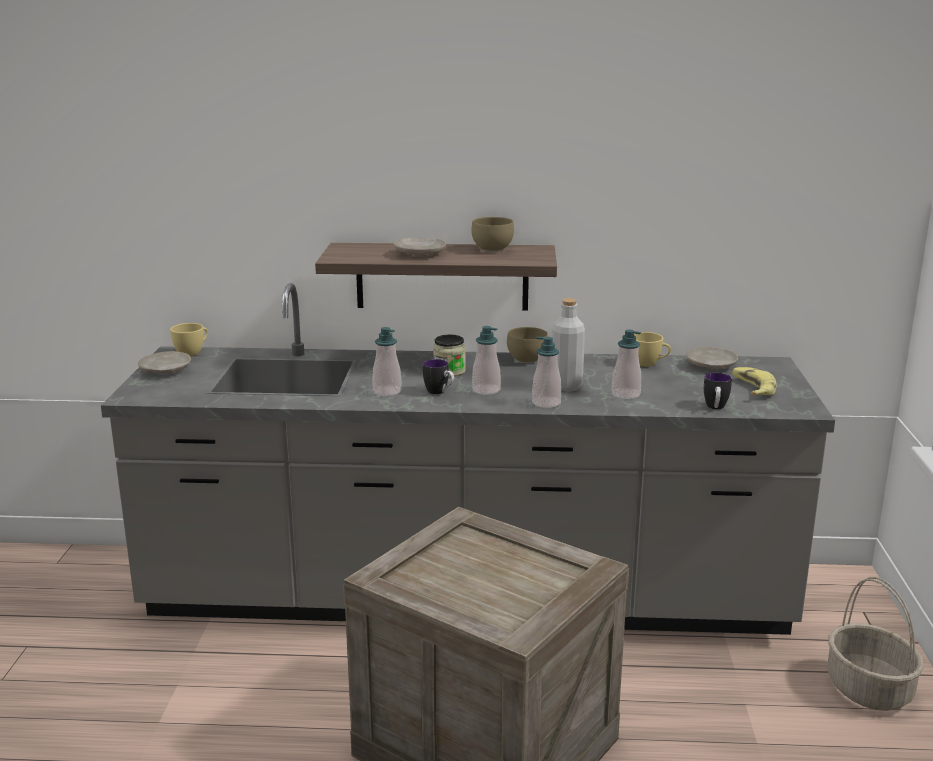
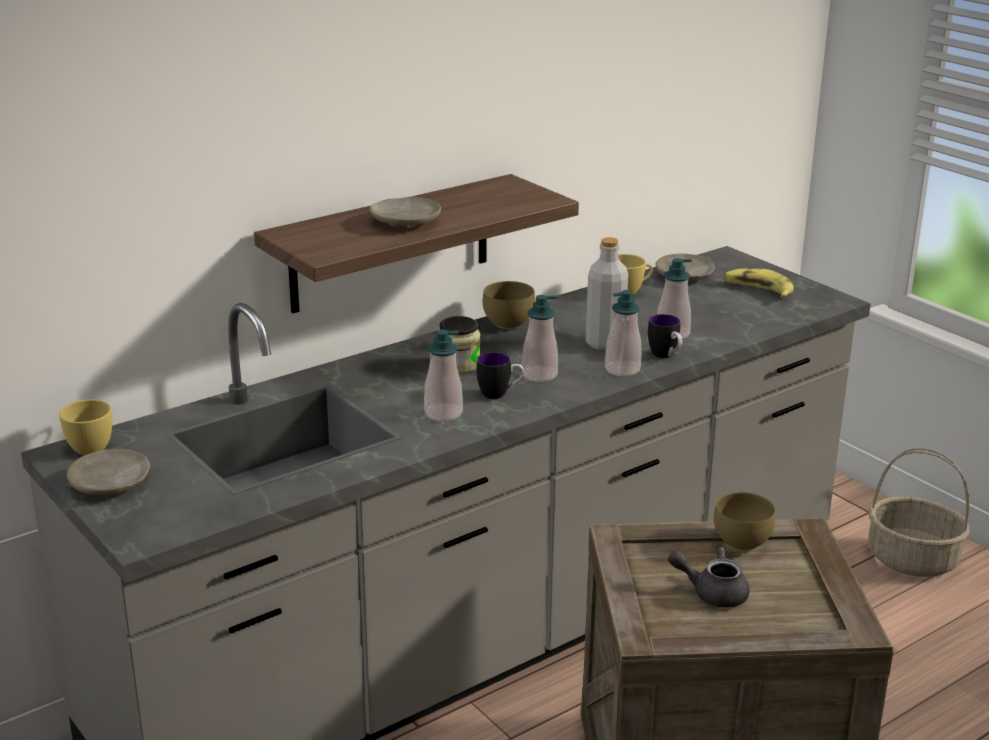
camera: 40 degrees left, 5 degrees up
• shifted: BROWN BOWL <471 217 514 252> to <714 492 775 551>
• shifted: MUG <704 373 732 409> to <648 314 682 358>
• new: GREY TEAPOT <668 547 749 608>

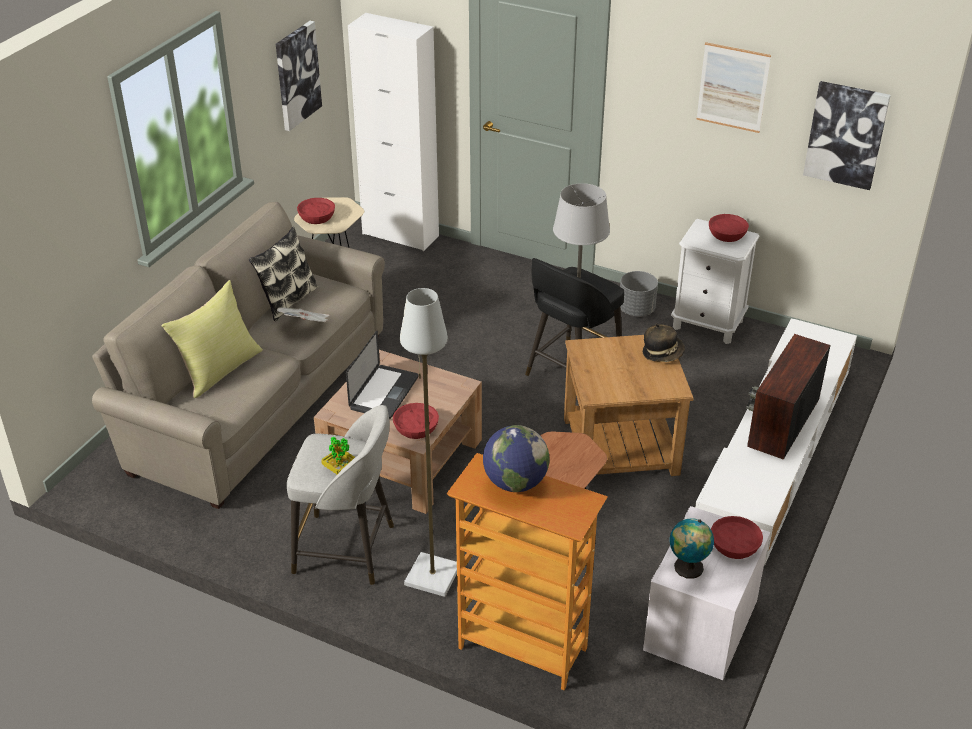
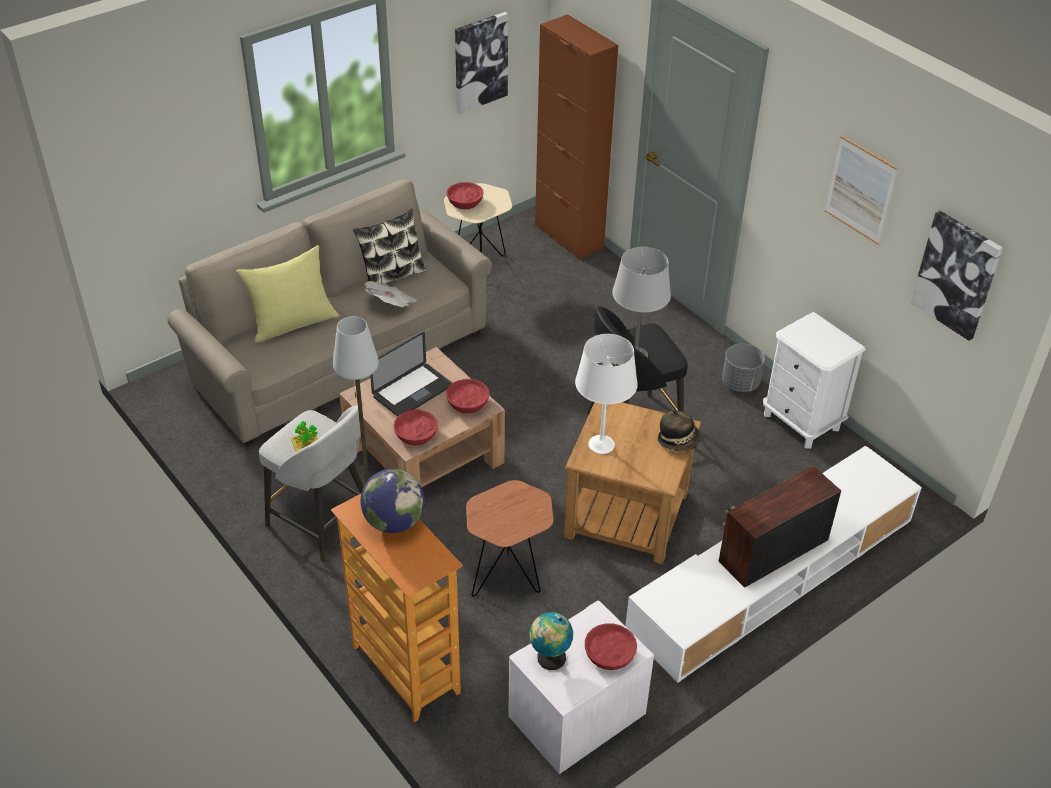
camera: 25 degrees right, 5 degrees up
• repainted: WHITE CABINET <348 13 439 251> to BROWN CABINET <535 14 618 260>
• shifted: RED BOWL <709 214 749 242> to <446 379 489 414>
• new: WHITE TABLE LAMP <575 334 638 454>

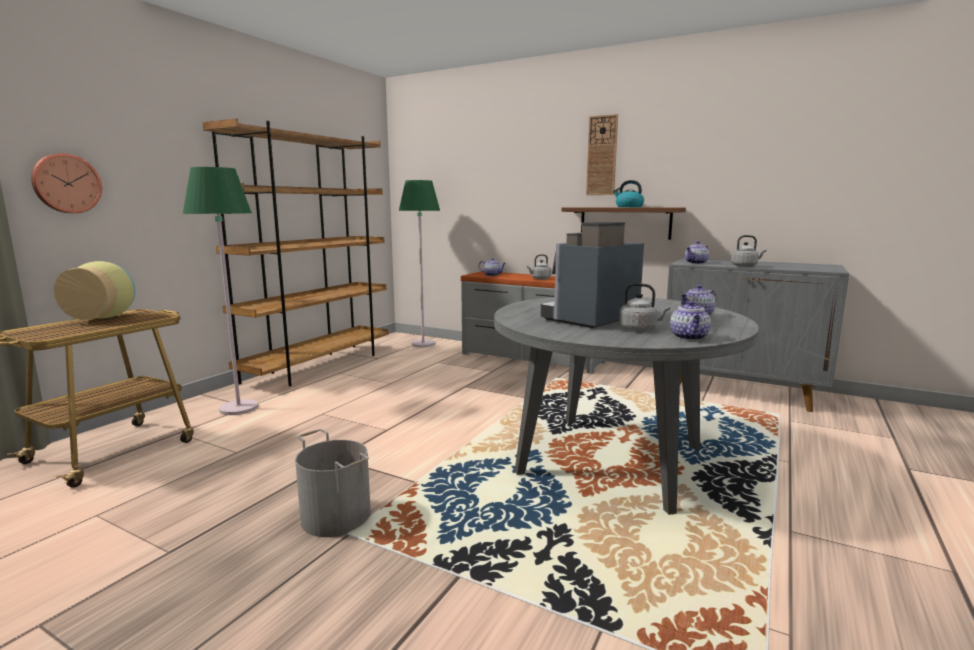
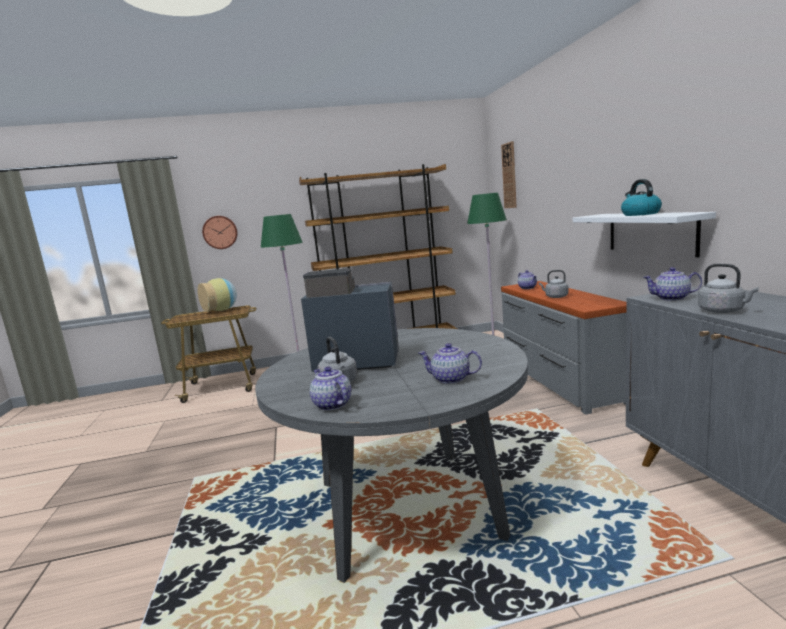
camera: 50 degrees right, 0 degrees up
• shifted: WALL CLOCK <586 114 618 195> to <501 141 517 208>
• repainted: BROWN SHELF <561 207 686 240> to WHITE SHELF <573 212 716 257>
• rotated: TEAPOT <670 301 711 340> = <310 367 351 411> 90 degrees clockwise
• gone: GREY BUCKET <295 429 371 537>

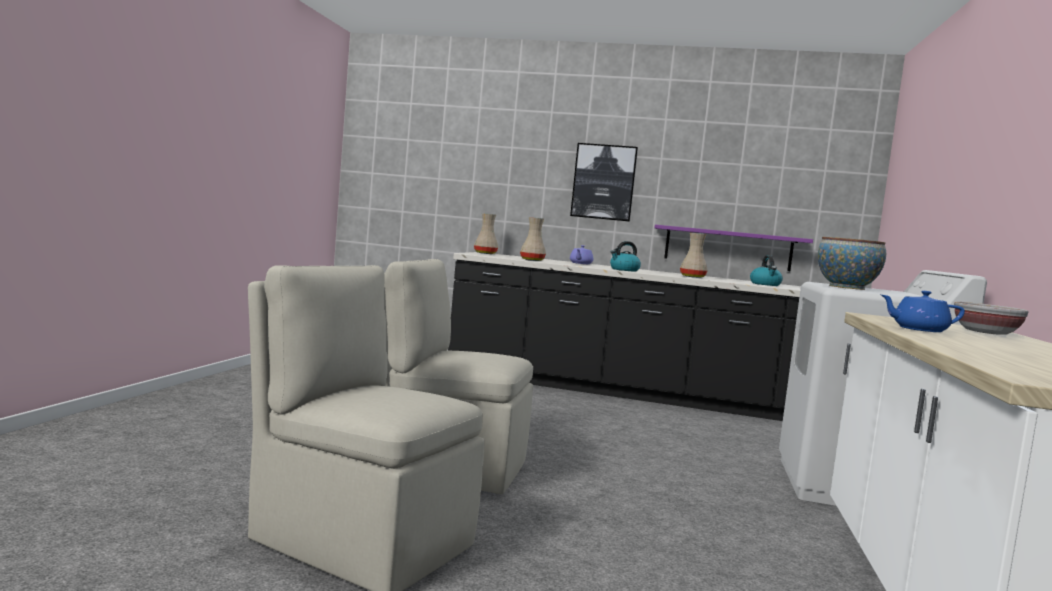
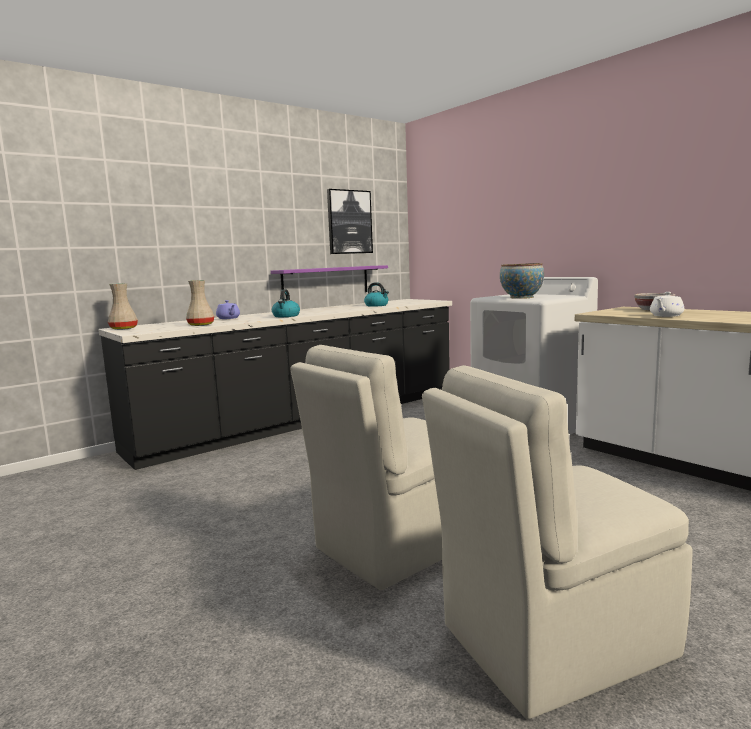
camera: 50 degrees left, 5 degrees up
• shifted: PICTURE <570 143 638 222> to <327 189 373 254>
• gone: BEIGE VASE <680 233 708 278>
• repainted: BLUE TEAPOT <881 291 965 332> to WHITE TEAPOT <650 292 684 317>

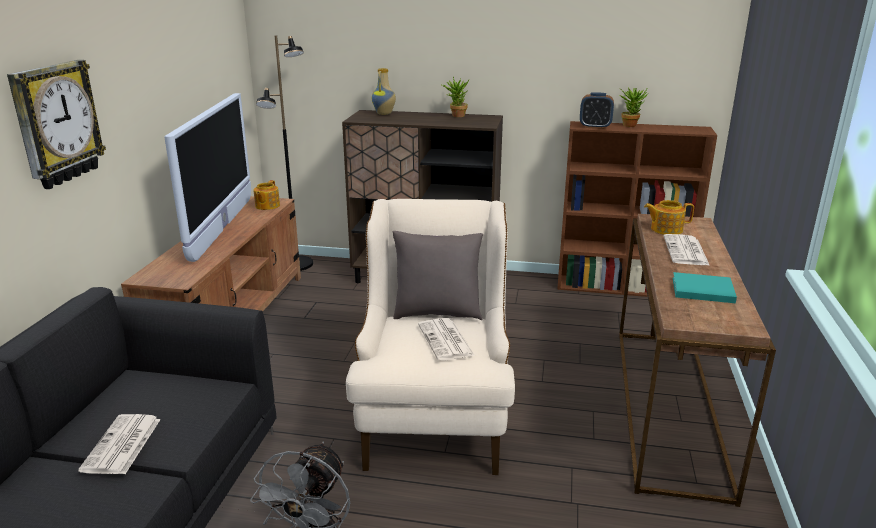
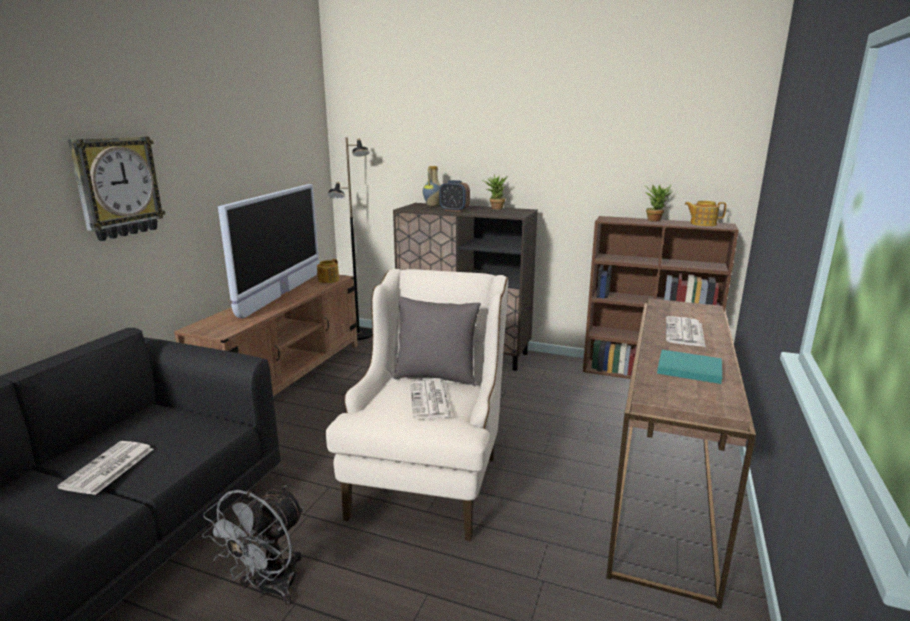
camera: 10 degrees right, 5 degrees down
• shifted: ALARM CLOCK <580 92 614 129> to <439 180 470 212>
• shifted: TEAPOT <644 200 694 235> to <685 201 726 226>

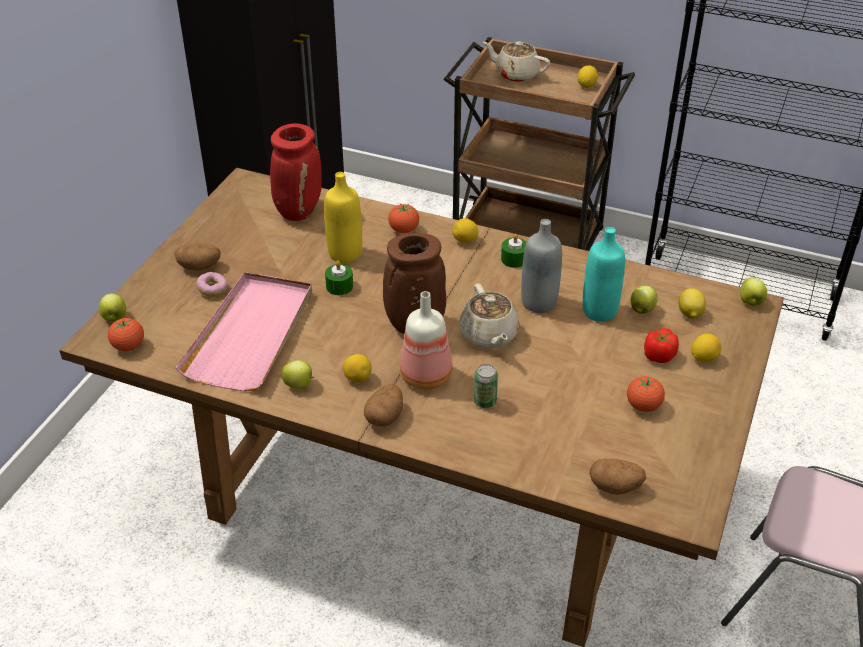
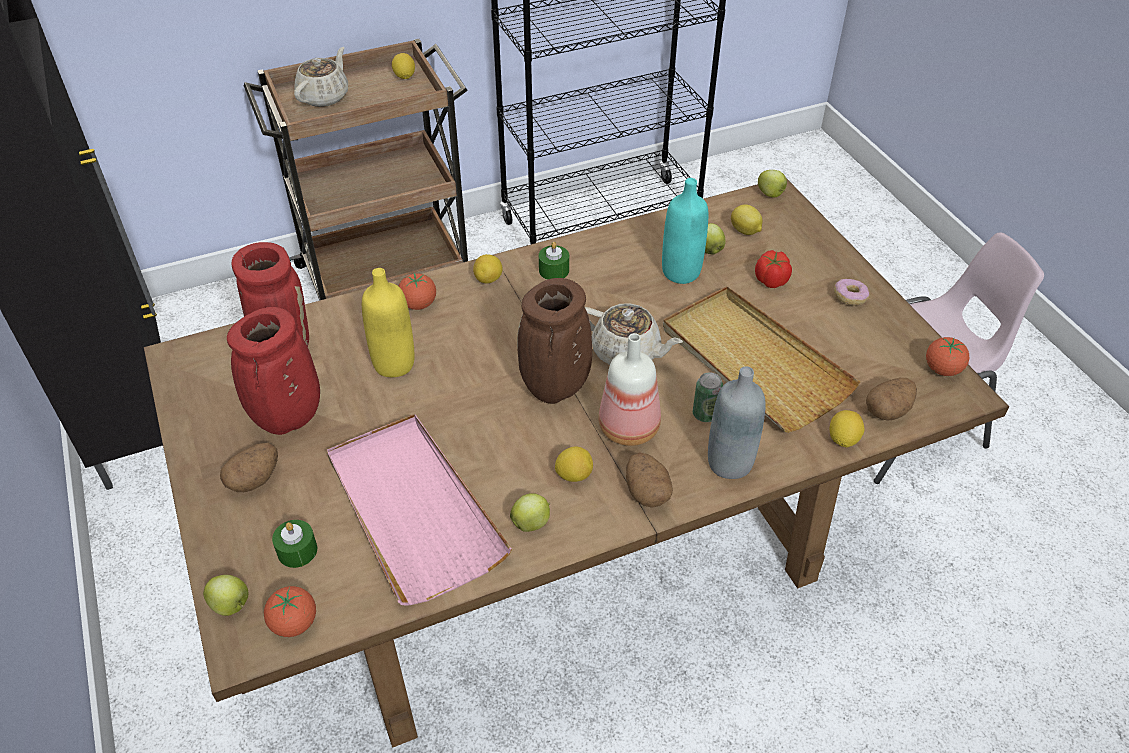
camera: 45 degrees left, 5 degrees up
• rotated: BEIGE TEAPOT <483 41 550 82> = <294 47 348 107> 135 degrees clockwise
• shifted: GREY BOTTLE <521 219 562 313> to <708 367 766 479>
• shifted: GREEN CANDLE <325 260 353 295> to <272 520 317 568>
• shifted: DONUT <196 272 228 297> to <834 279 870 305>
• shifted: LEMON <691 334 721 362> to <830 410 865 447>
• shifted: TOMATO <627 376 665 412> to <926 337 969 376>
• new: BEIGE TRAY <663 286 860 433>
• new: RED VASE <227 307 320 435>

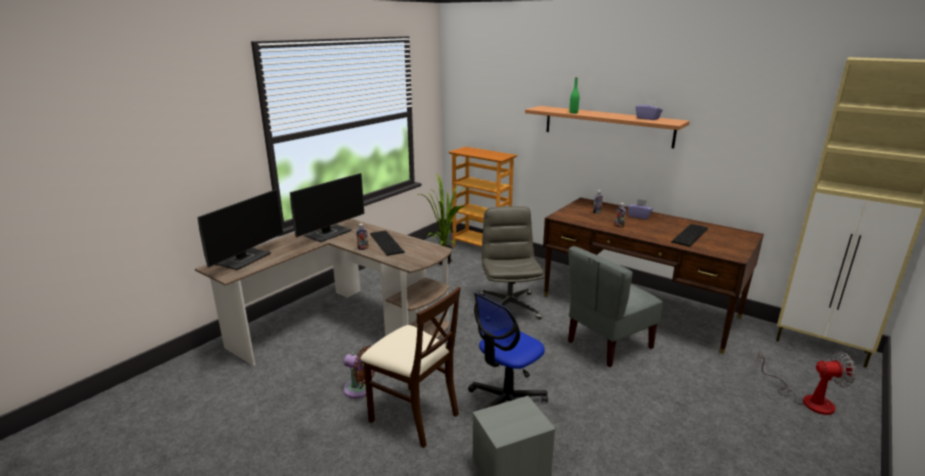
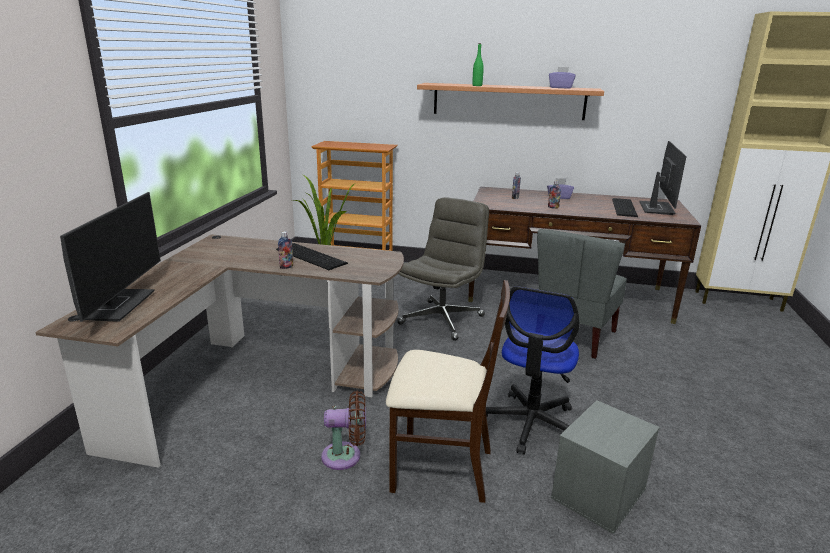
camera: 25 degrees left, 0 degrees up
• shifted: MONITOR <290 173 364 242> to <640 141 687 215>
• rotated: GREY OFFICE CHAIR <480 206 544 320> = <397 198 489 341> 60 degrees clockwise
• gone: FAN <757 350 857 415>

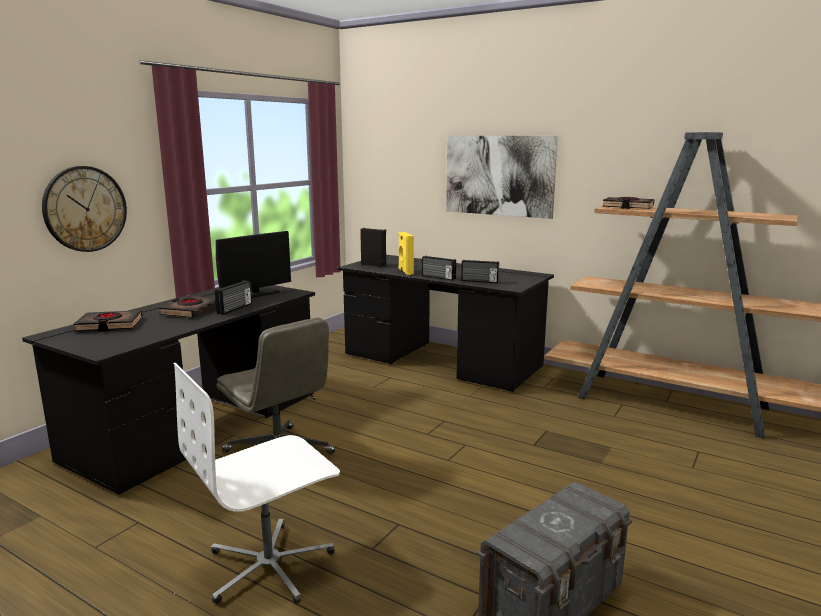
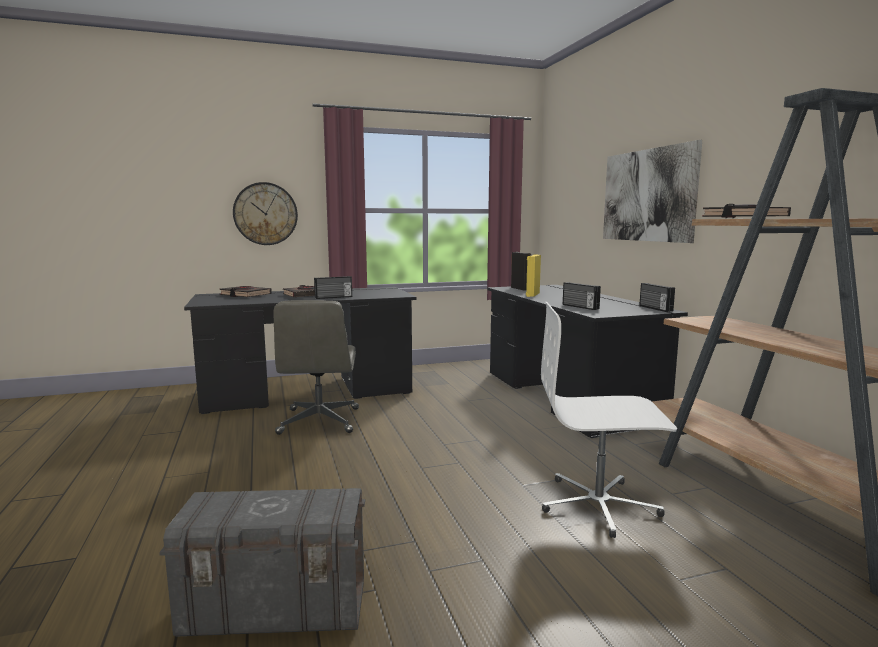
camera: 40 degrees right, 5 degrees down
• gone: MONITOR <216 231 291 298>
• shifted: RADIO <422 256 456 281> to <640 283 675 312>
• shifted: WHITE OFFICE CHAIR <174 363 340 604> to <541 302 677 538>

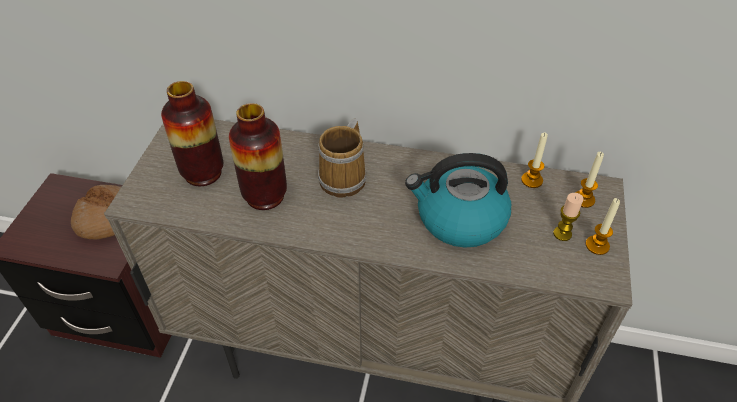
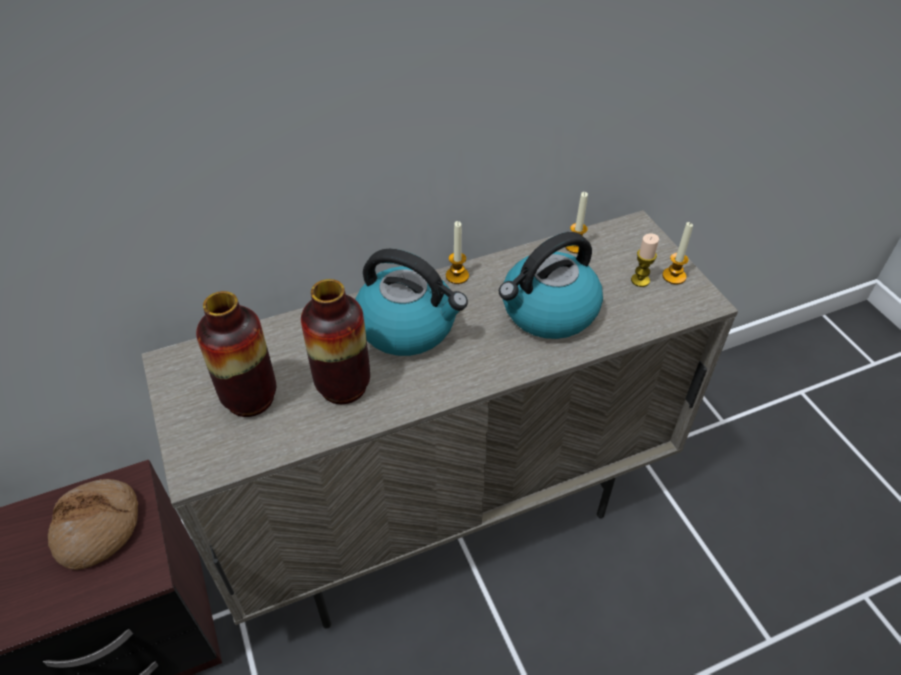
camera: 35 degrees left, 0 degrees up
• swapped: MUG <318 119 366 198> to KETTLE <355 249 468 356>
• shifted: CANDLE <575 152 604 208> to <446 221 469 284>

